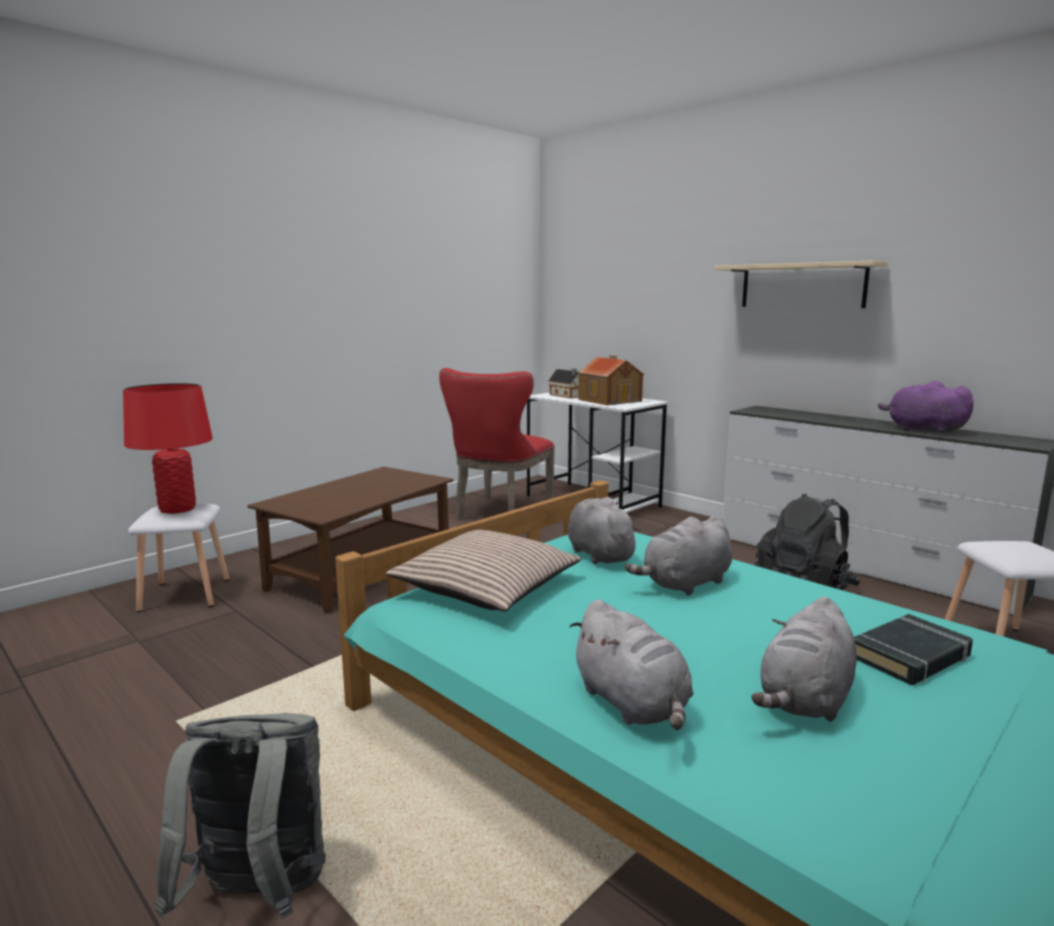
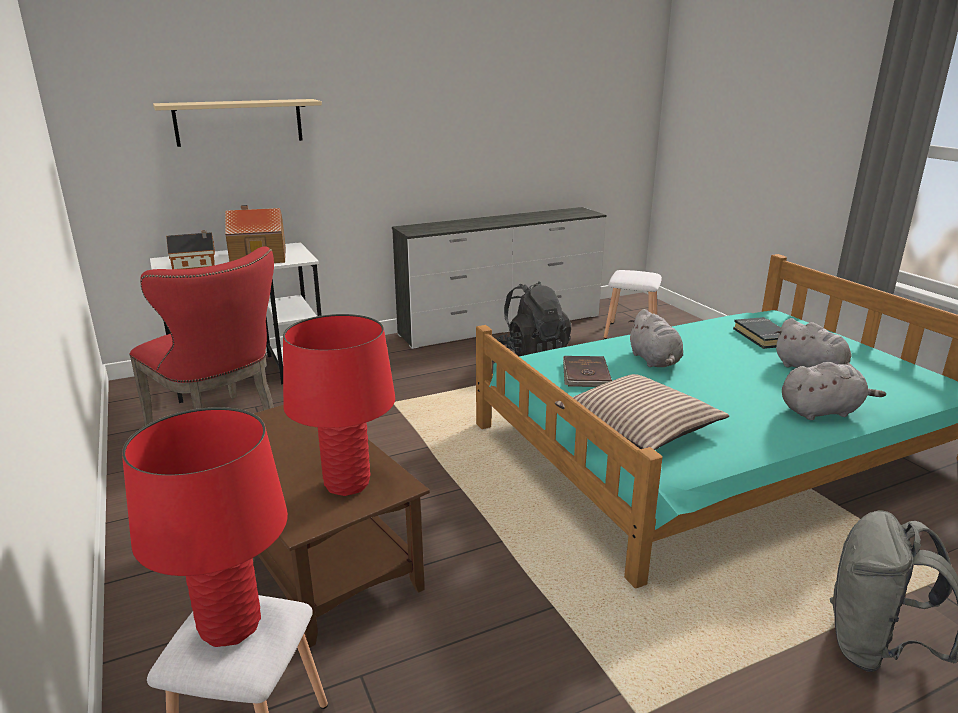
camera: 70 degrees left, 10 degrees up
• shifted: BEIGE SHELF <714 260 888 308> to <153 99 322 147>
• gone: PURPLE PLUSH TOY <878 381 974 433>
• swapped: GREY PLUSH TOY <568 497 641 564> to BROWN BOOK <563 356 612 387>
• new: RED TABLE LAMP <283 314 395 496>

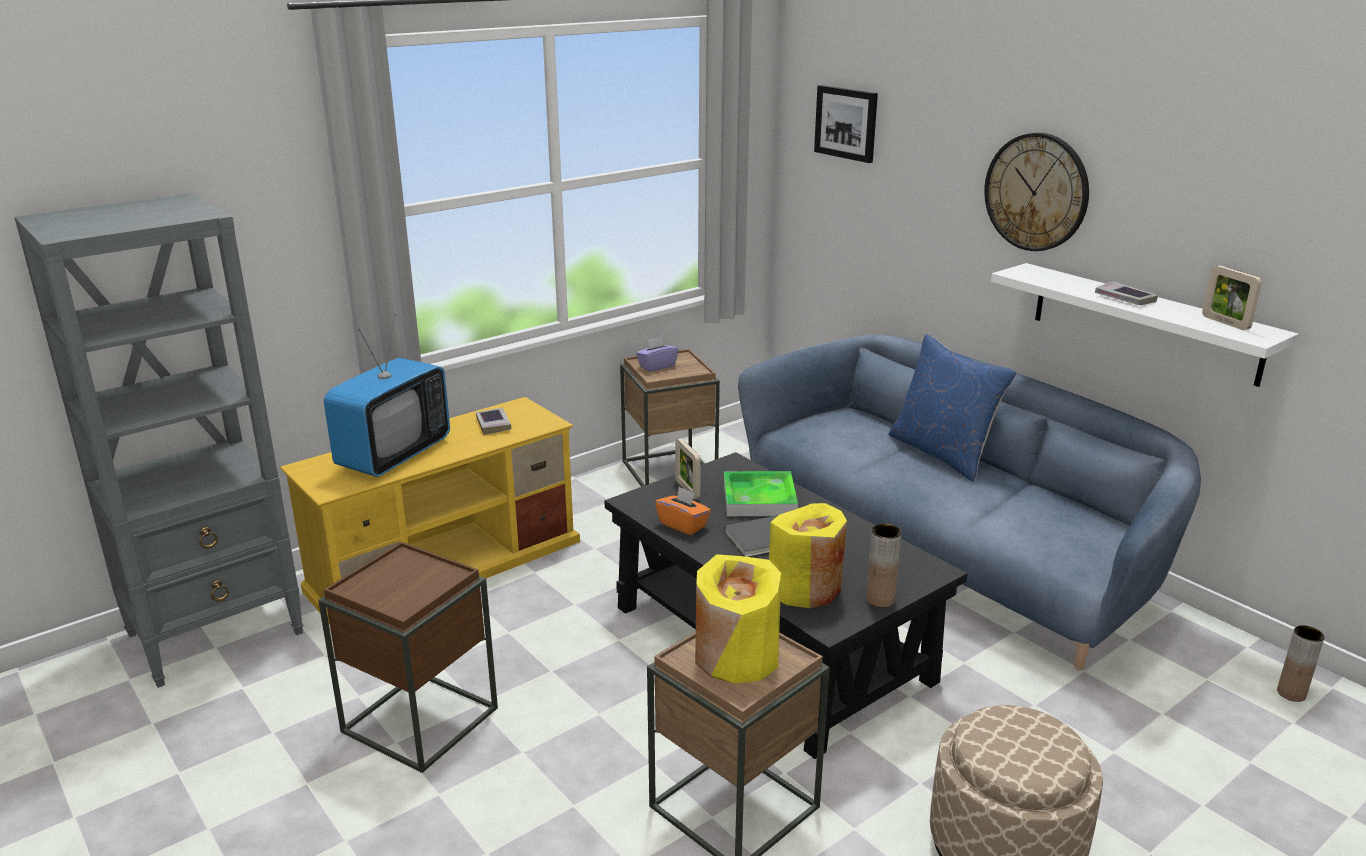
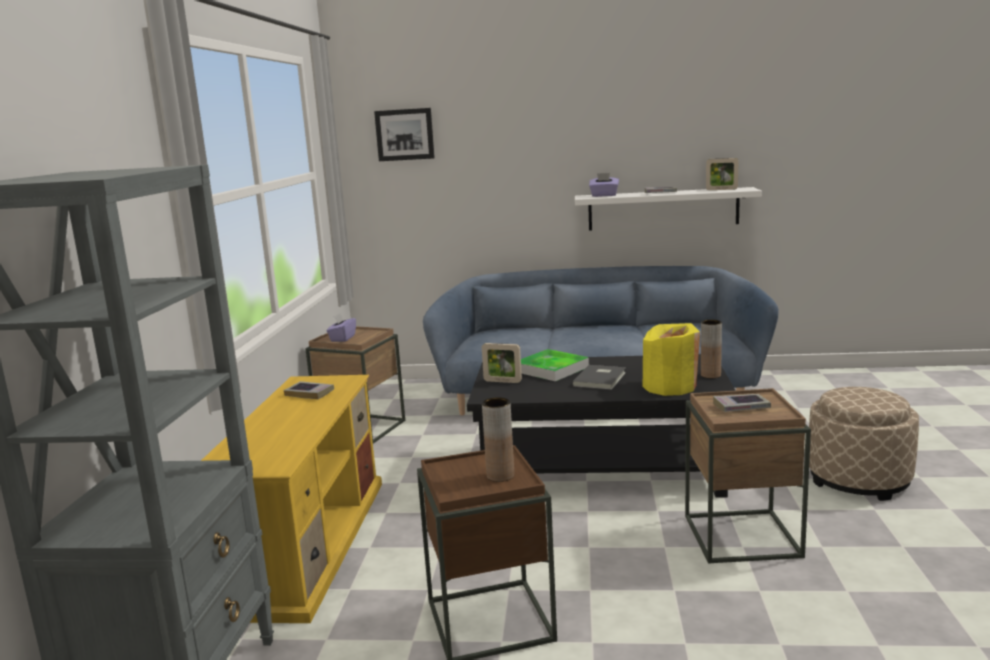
camera: 45 degrees left, 10 degrees down
• gone: WALL CLOCK <984 133 1089 251>
• gone: TELEVISION <324 314 450 477>
• gone: BLUE PILLOW <888 334 1017 482>
• gone: ORANGE TISSUE BOX <655 487 711 535>
• swapped: YELLOW VASE <695 554 781 684> to BOOK <713 394 771 412>
• shifted: BROWN VASE <1277 625 1325 702> to <482 397 514 482>
• new: PURPLE TISSUE BOX <589 173 619 197>

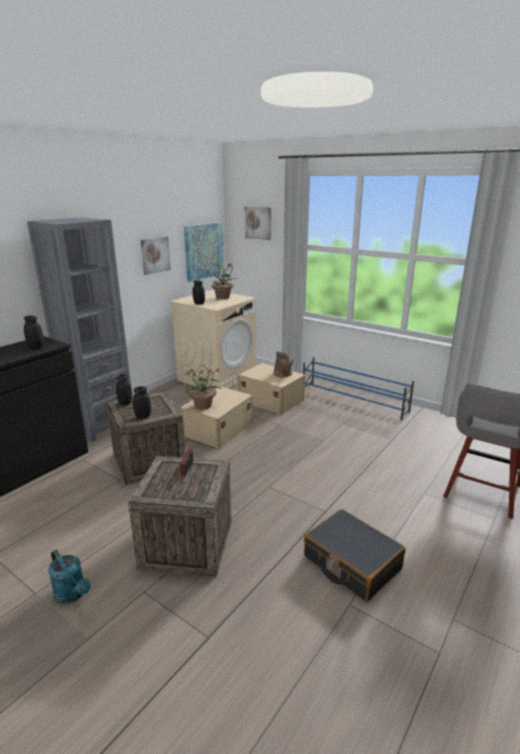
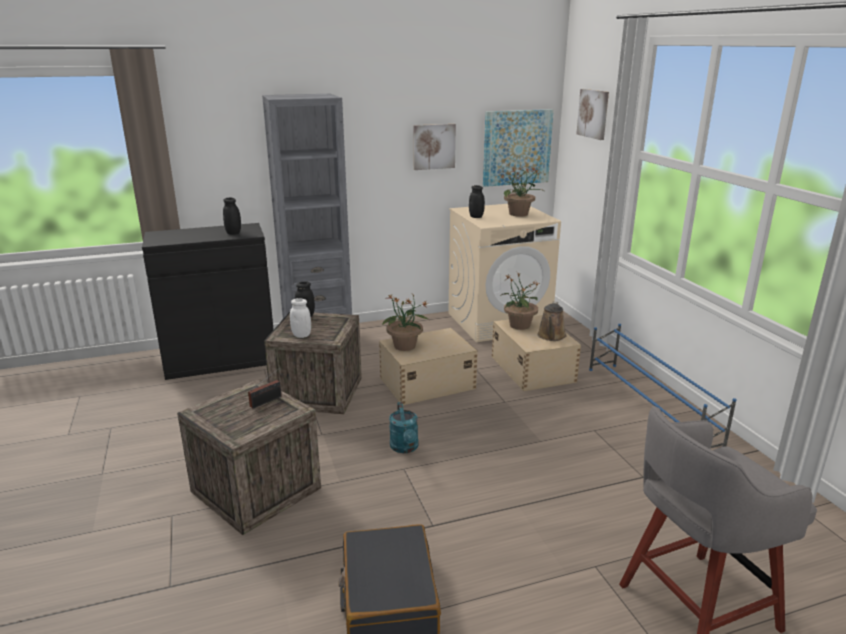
camera: 35 degrees right, 0 degrees up
• repainted: BLACK JAR <133 386 151 419> to WHITE JAR <290 298 311 338>
• shifted: TURQUOISE WATERING CAN <48 550 91 603> to <389 402 419 453>
• new: POTTED PLANT <502 272 539 330>

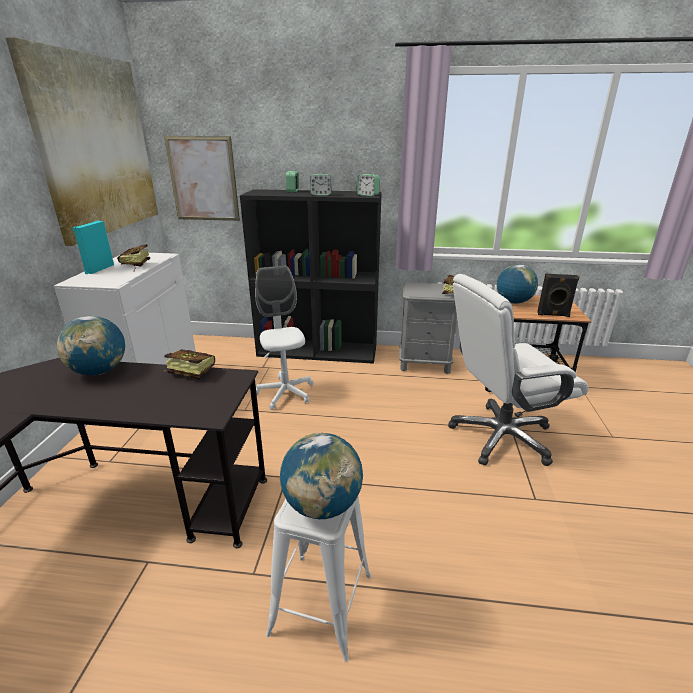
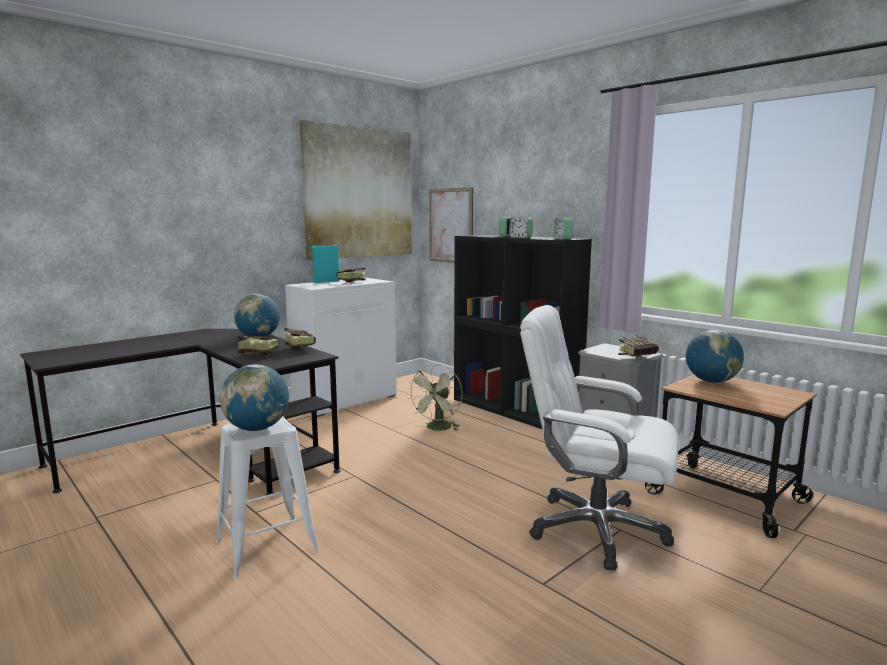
camera: 40 degrees right, 15 degrees down
• swapped: WHITE OFFICE CHAIR <255 266 314 410> to GREEN FAN <408 364 462 431>
• gone: BLACK SPEAKER <537 274 579 317>
• new: BOOK <238 335 279 355>

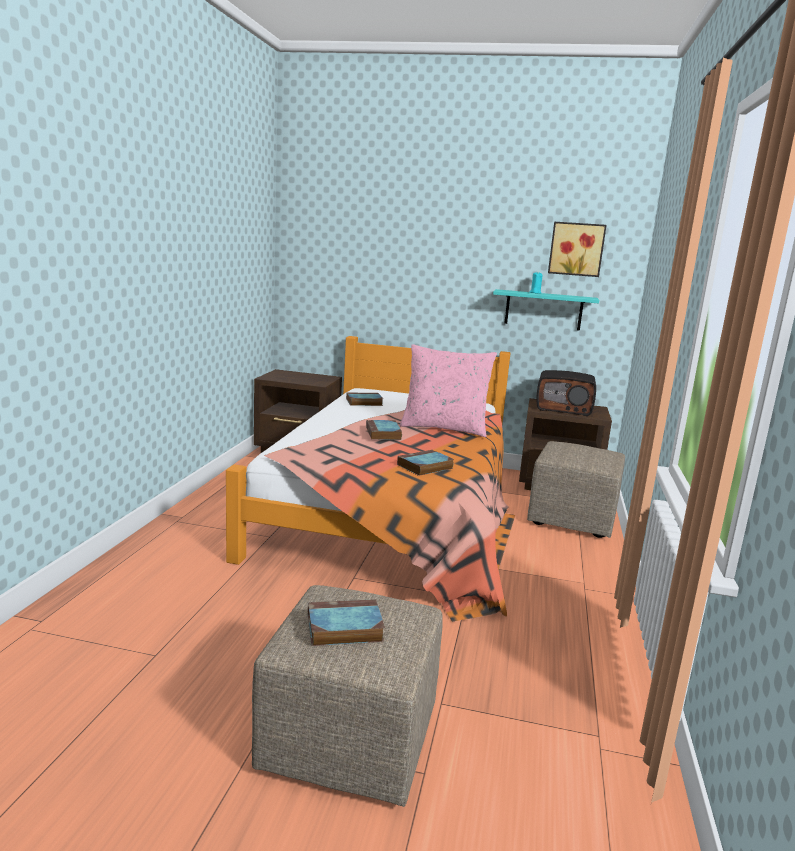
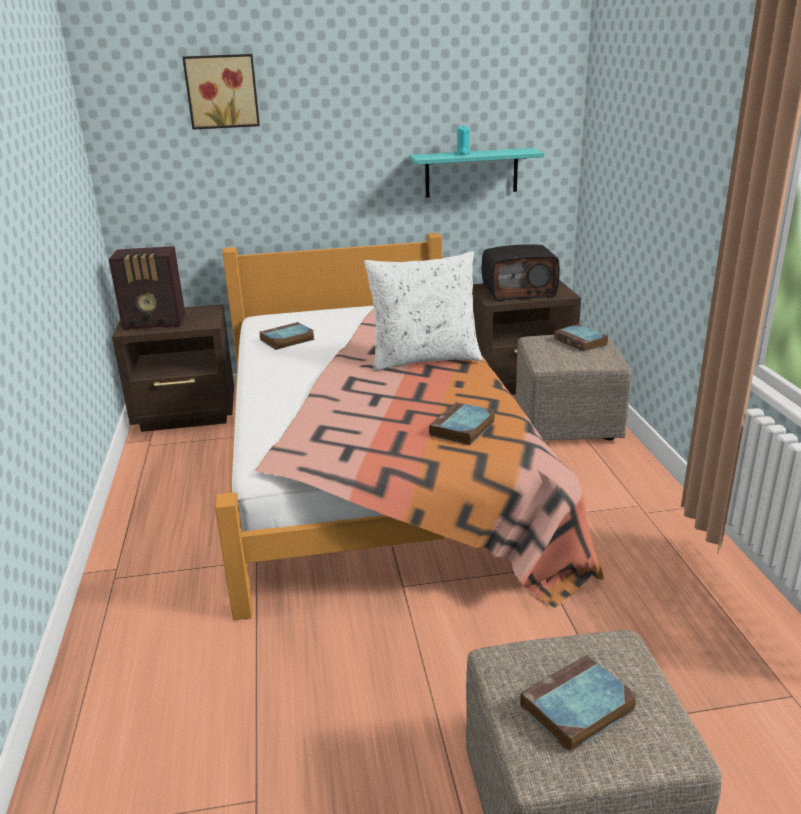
camera: 20 degrees left, 10 degrees up
• shifted: PICTURE <548 222 607 277> to <182 54 260 130>
• repainted: PINK PILLOW <400 344 497 437> to WHITE PILLOW <364 251 483 371>
• shifted: BOOK <366 420 402 440> to <554 324 608 352>
• new: RADIO <109 246 185 330>

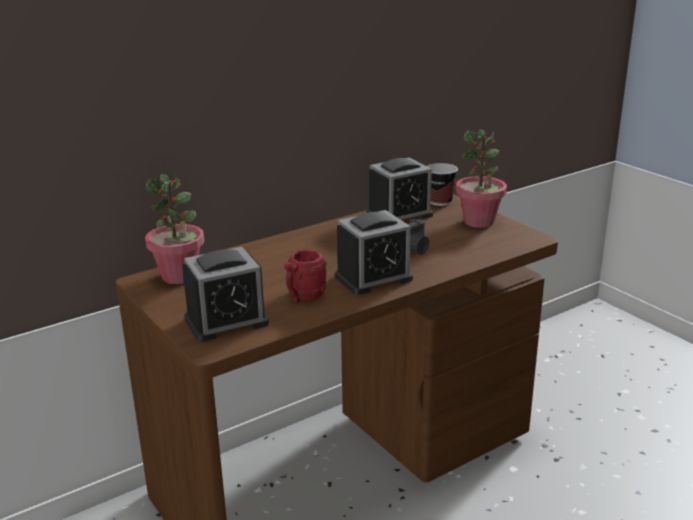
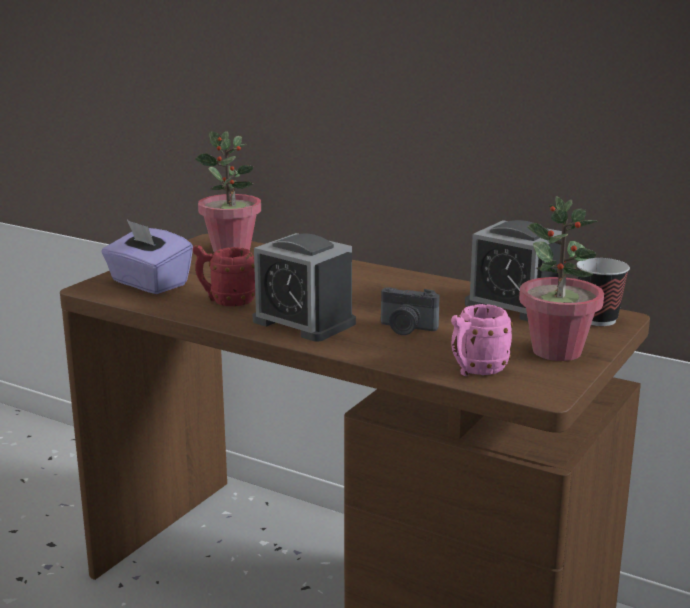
camera: 65 degrees right, 5 degrees down
• swapped: ALARM CLOCK <182 247 269 342> to PURPLE TISSUE BOX <101 220 193 294>
• new: PINK MUG <451 304 513 376>

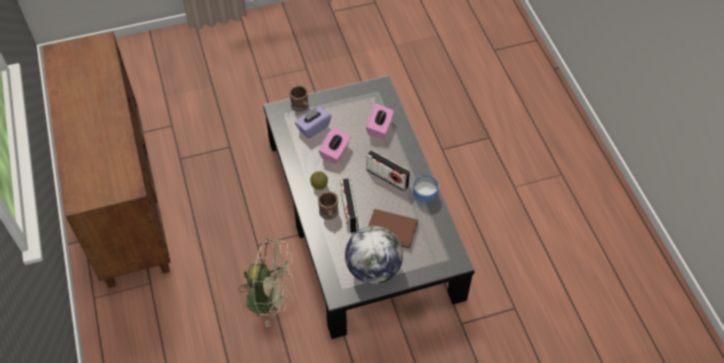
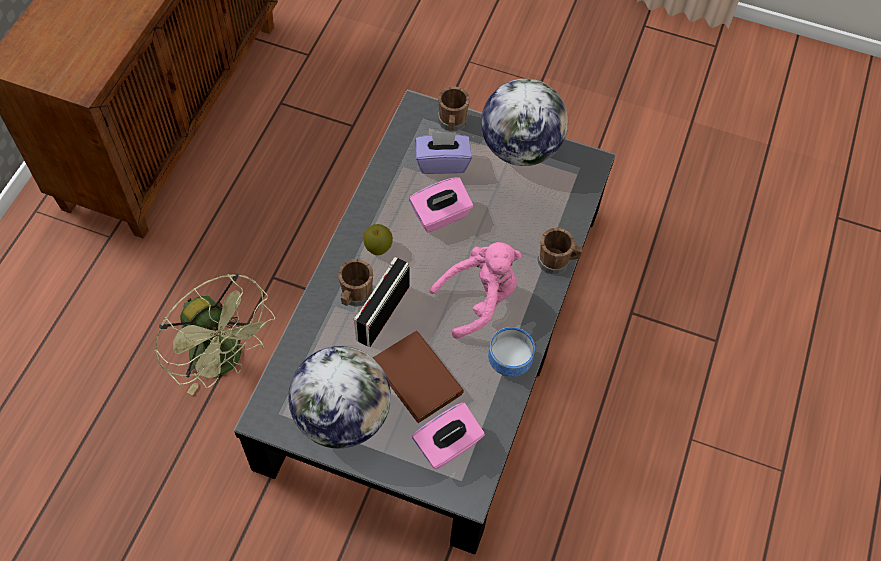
camera: 35 degrees right, 5 degrees up
• shifted: PINK TISSUE BOX <366 103 394 139> to <412 402 485 470>
• swapped: RADIO <367 150 410 191> to PINK PLUSH TOY <430 242 522 339>
• new: GLOBE <481 78 568 166>
• new: BROWN MUG <538 228 582 274>

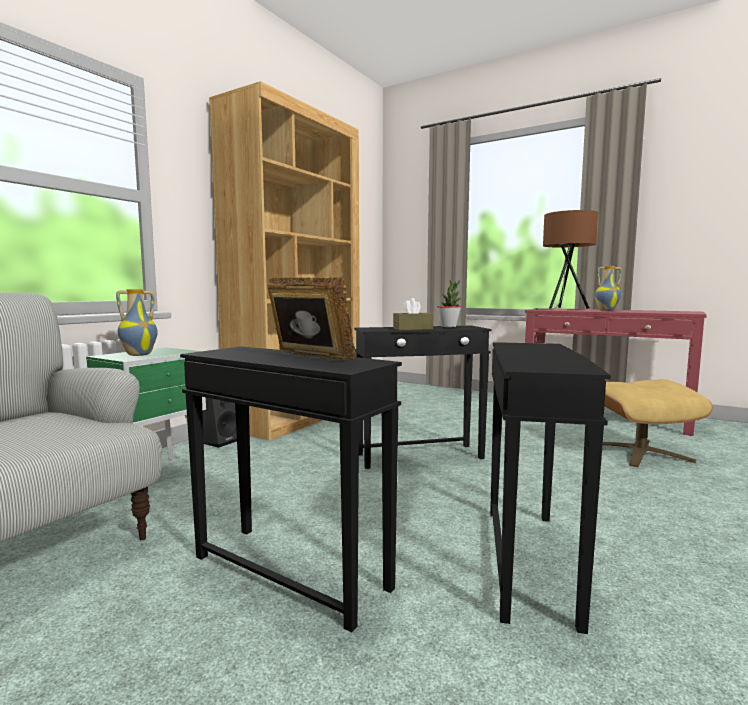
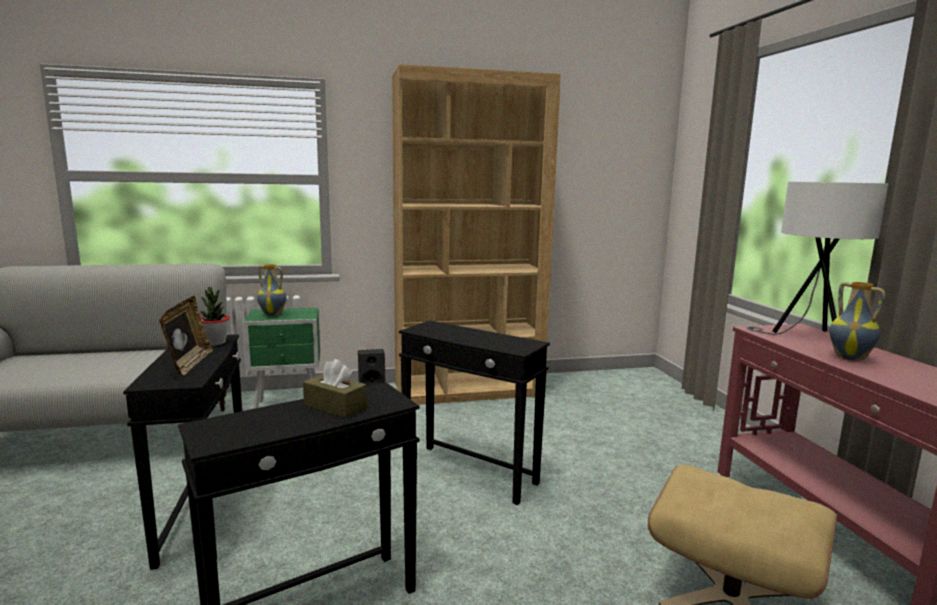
camera: 45 degrees right, 5 degrees up
• repainted: BROWN TABLE LAMP <533 210 598 310> to WHITE TABLE LAMP <747 181 888 335>
• shifted: POTTED PLANT <437 280 461 327> to <200 287 230 346>
• shifted: BROWN TISSUE BOX <393 298 433 330> to <303 359 367 418>

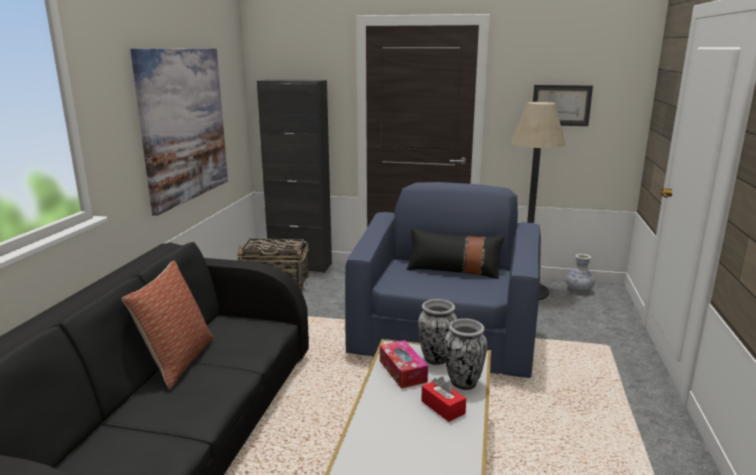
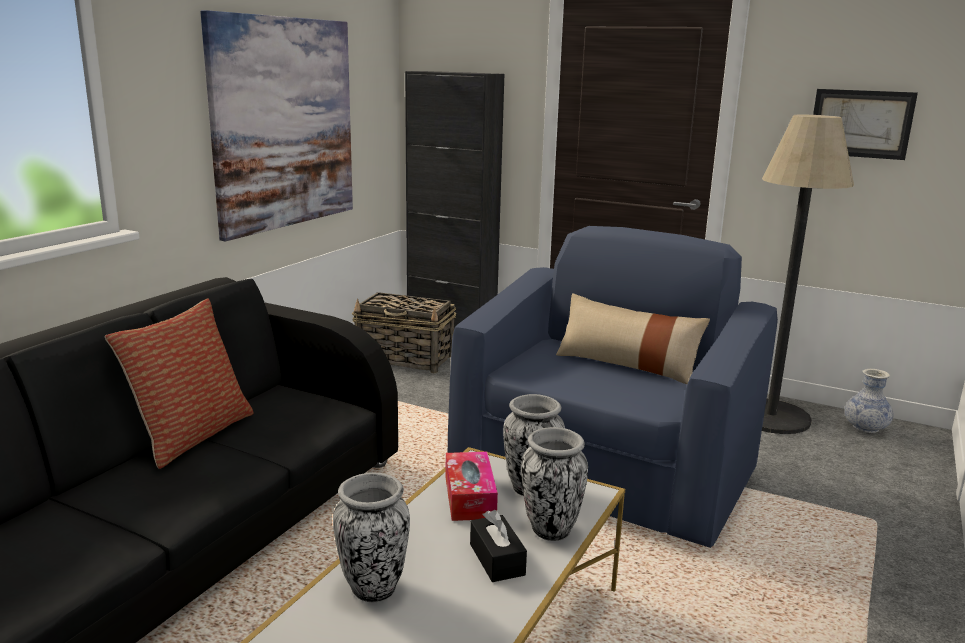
camera: 15 degrees right, 0 degrees up
• repainted: BLACK PILLOW <407 228 505 279> to BEIGE PILLOW <556 293 710 384>
• repainted: RED TISSUE BOX <421 376 466 422> to BLACK TISSUE BOX <470 510 527 582>
• new: VASE <333 473 410 602>

